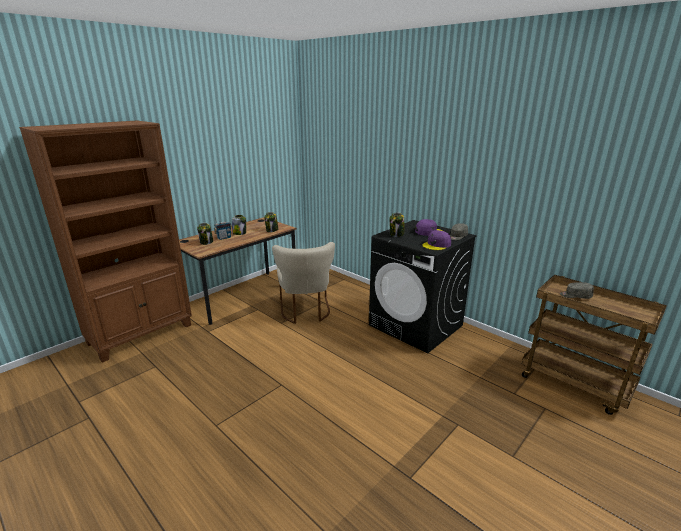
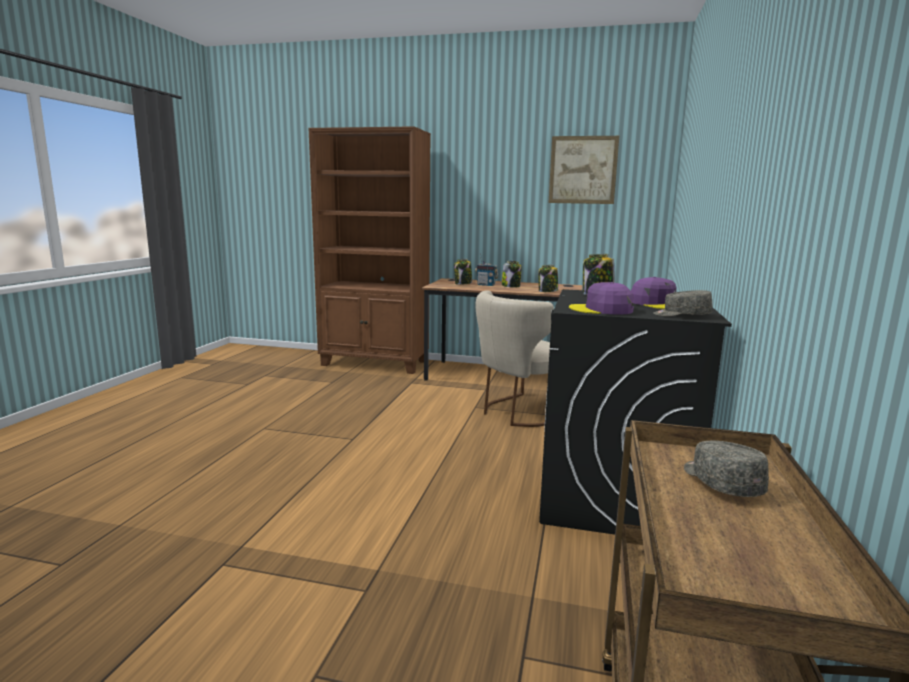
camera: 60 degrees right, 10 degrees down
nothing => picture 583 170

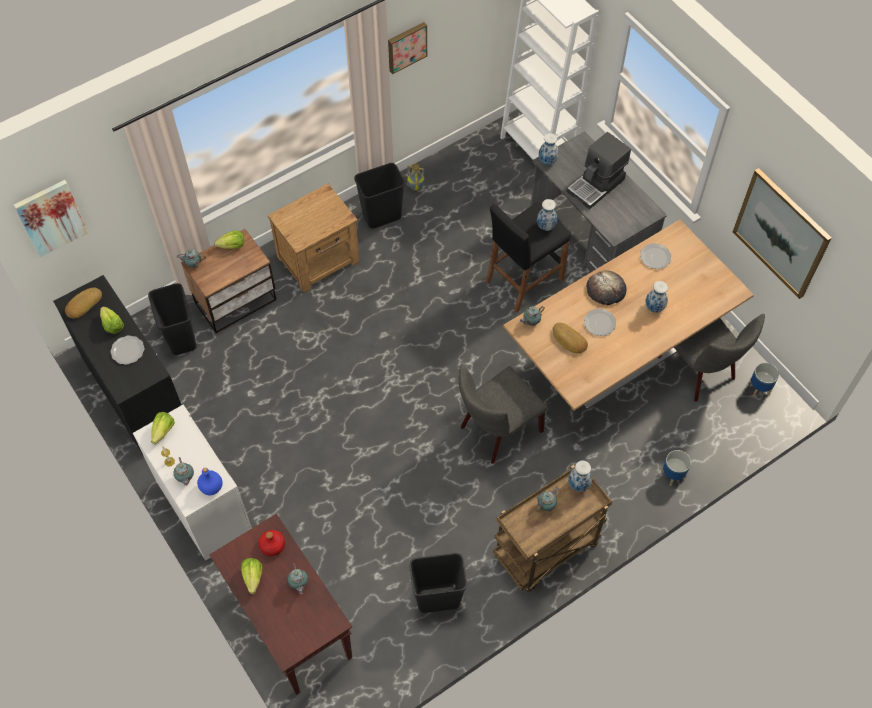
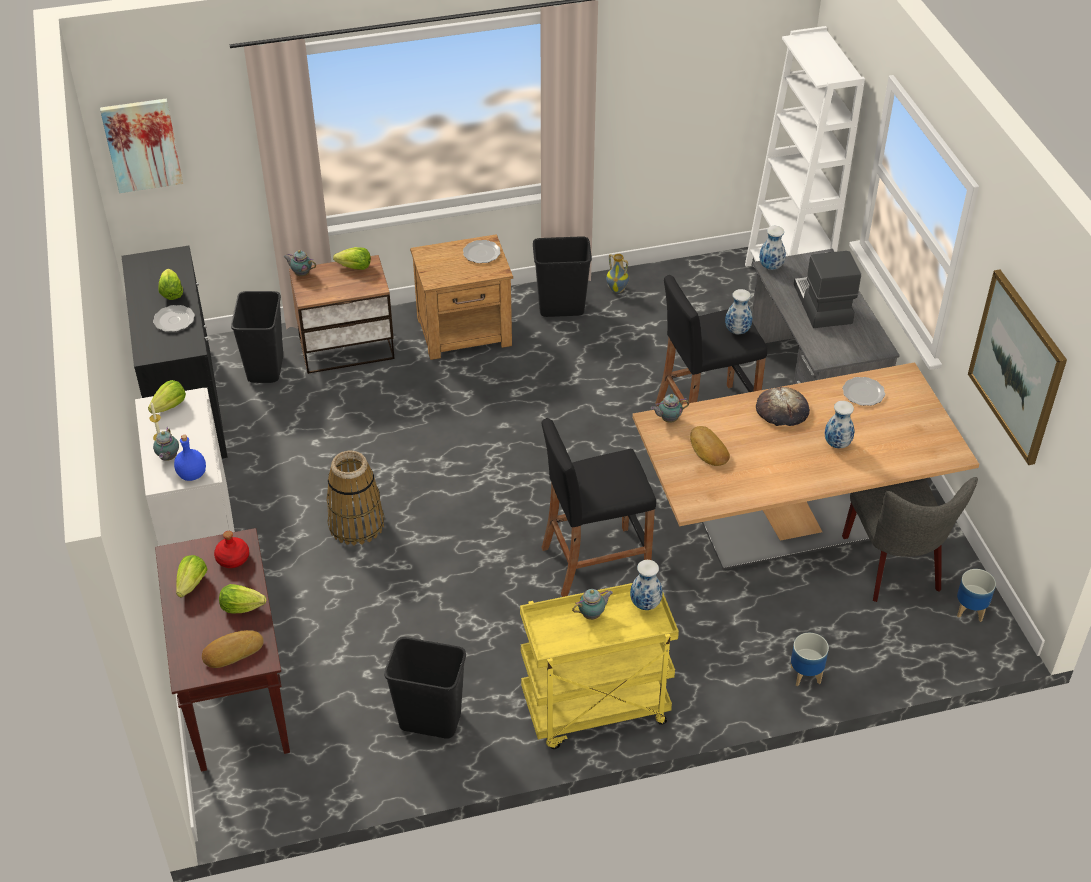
camera: 20 degrees right, 15 degrees down
picture 407 48 => nothing
nothing => storage basket 355 498
bread 83 303 => bread 233 649, move
plate 600 322 => plate 482 251, move
pot for tea 298 578 => lettuce head 242 599
grey upright chair 503 414 => black-coloured stool 598 507
brownish wheeled cart 552 528 => yellow wheeled cart 599 666
coffee machine 599 170 => coffee machine 827 289, 105 degrees clockwise

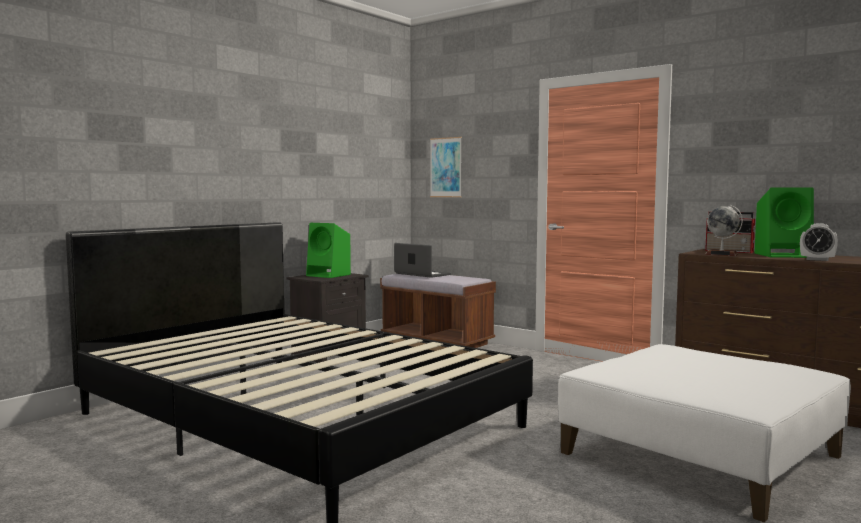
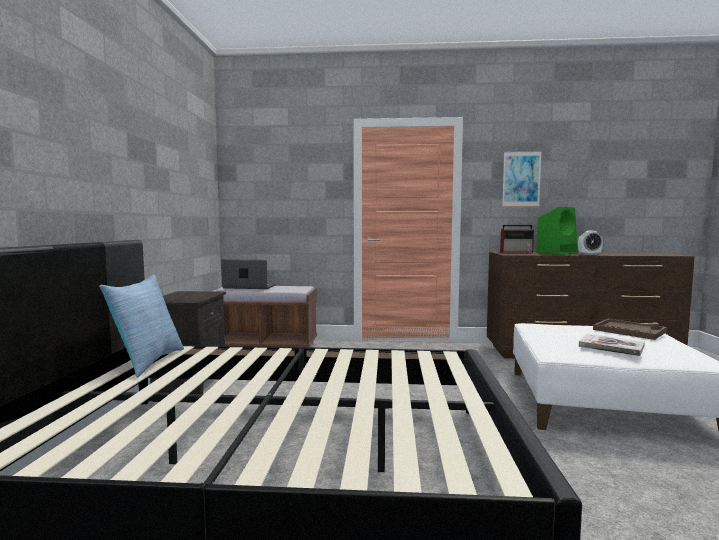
camera: 35 degrees left, 0 degrees up
greenish audio speaker 328 250 => nothing
world globe 724 230 => nothing
nothing => cushion 141 326
nothing => bound book 612 344
nothing => brownish tray 630 329
picture 446 167 => picture 522 179, move

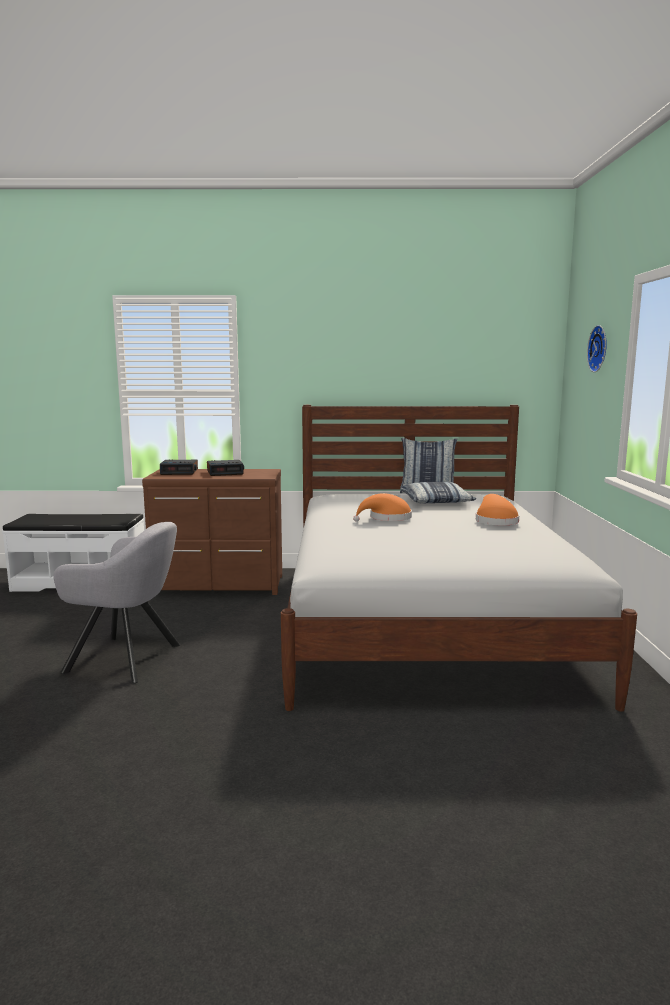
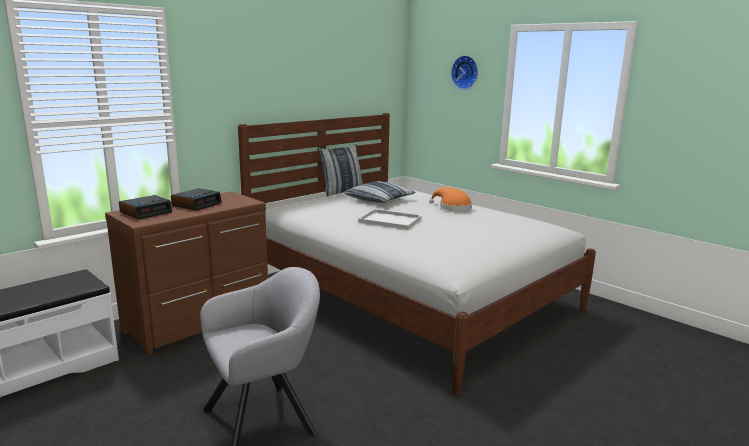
camera: 45 degrees left, 5 degrees up
orange hat 382 507 => white-coloured tray 390 219

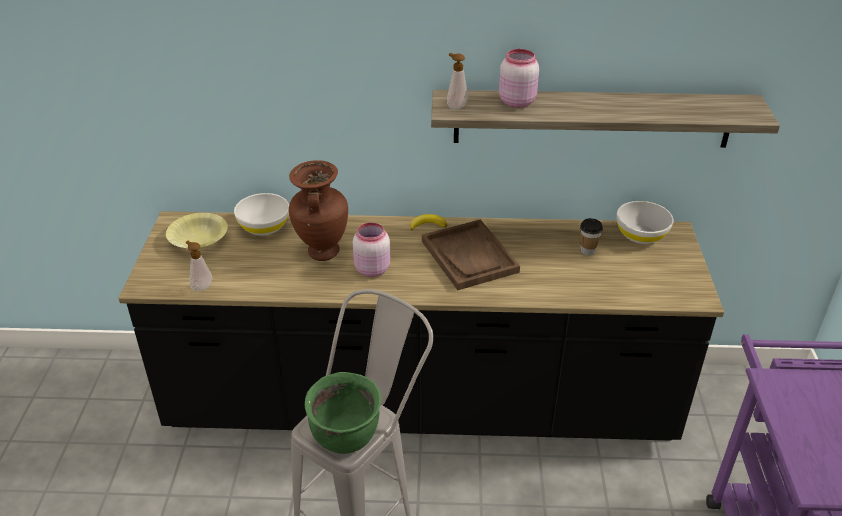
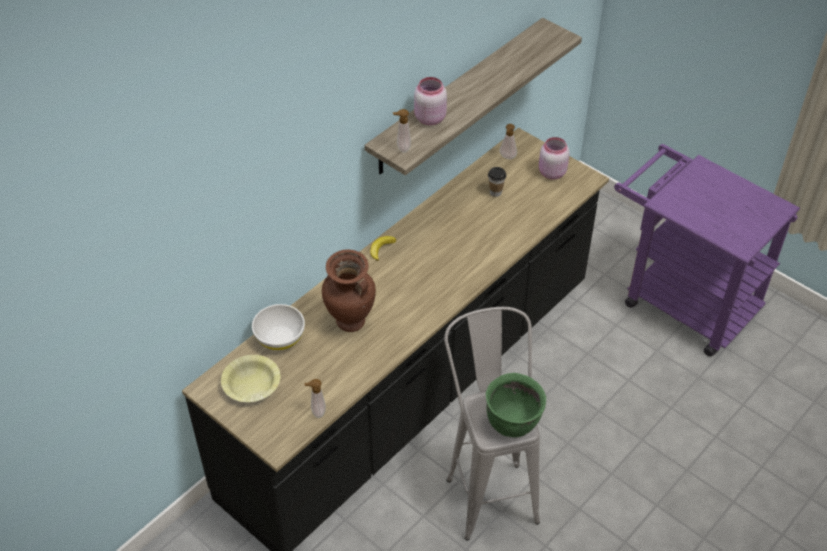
camera: 50 degrees left, 10 degrees up
brownish tray 471 254 => nothing
pink storage jar 372 249 => pink storage jar 554 158, move
white-coloured serving bowl 645 222 => soap dispenser 508 141

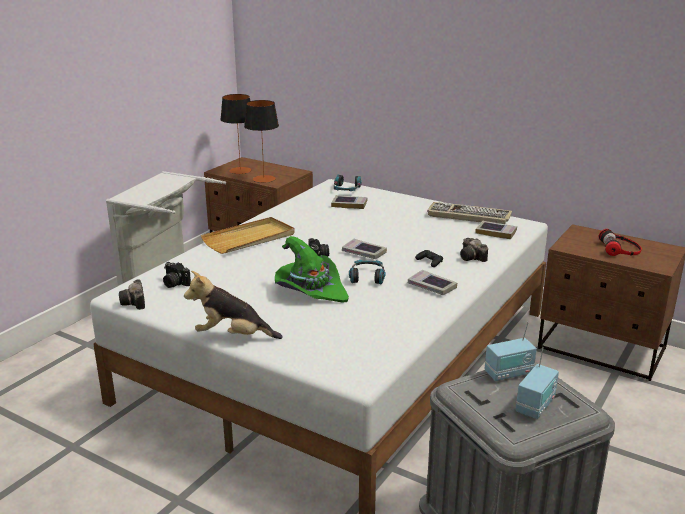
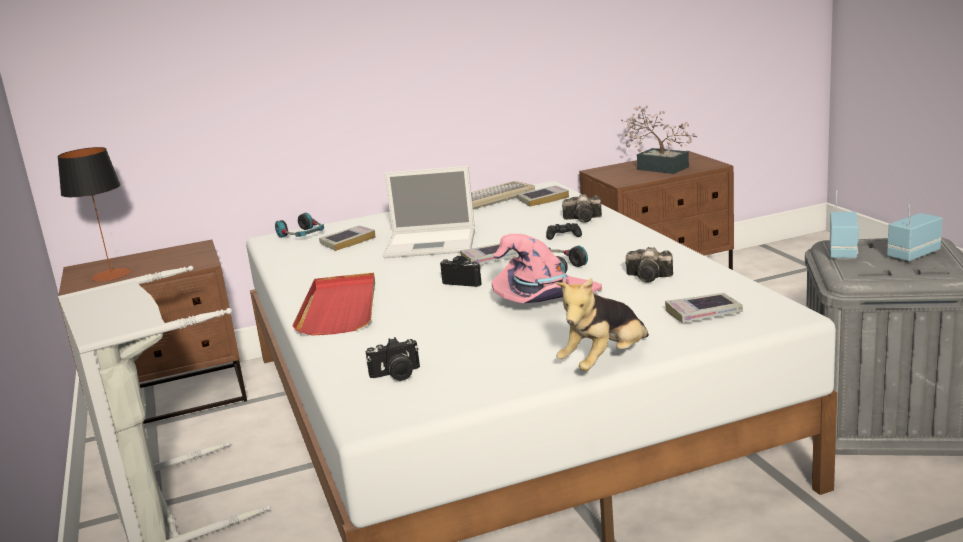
camera: 50 degrees left, 5 degrees down
lamp for a table 261 141 => nothing
nothing => portable computer 429 212
still camera 132 294 => still camera 649 265, move
bound book 432 282 => bound book 704 308, move
headphones 620 242 => potted plant 659 139
sand-coloured tray 248 235 => reddish tray 333 304
greenish hat 312 269 => pink hat 547 268
radio set 537 383 => radio set 915 233, 105 degrees counterclockwise

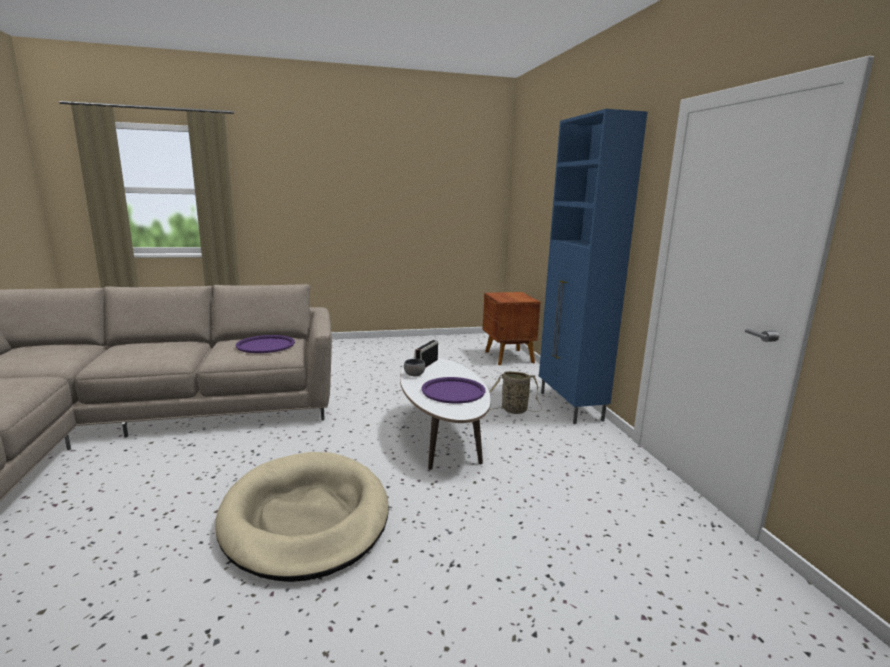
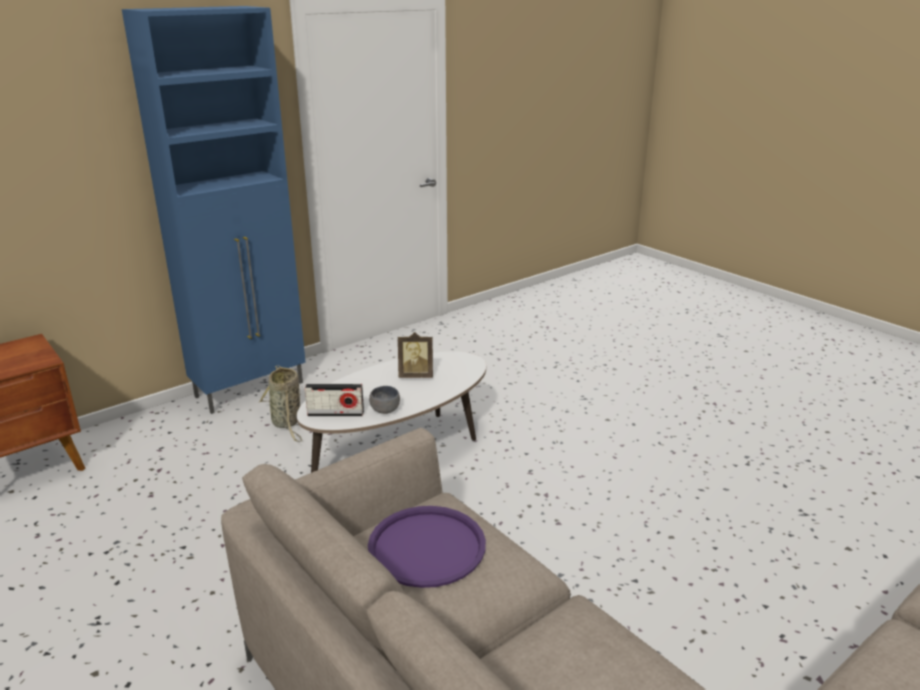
camera: 115 degrees left, 10 degrees up
sand-coloured pet bed 302 517 => nothing
purplish tray 453 390 => photo frame 415 355

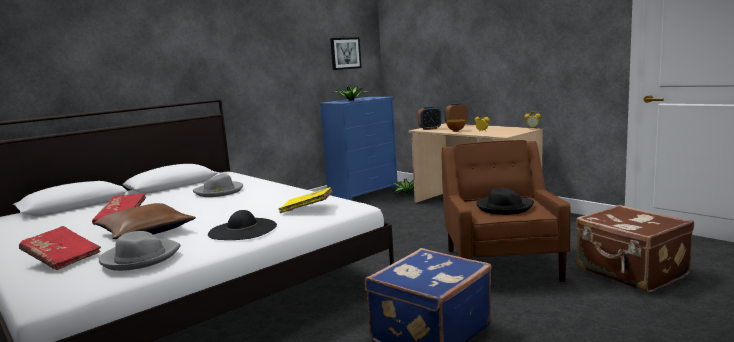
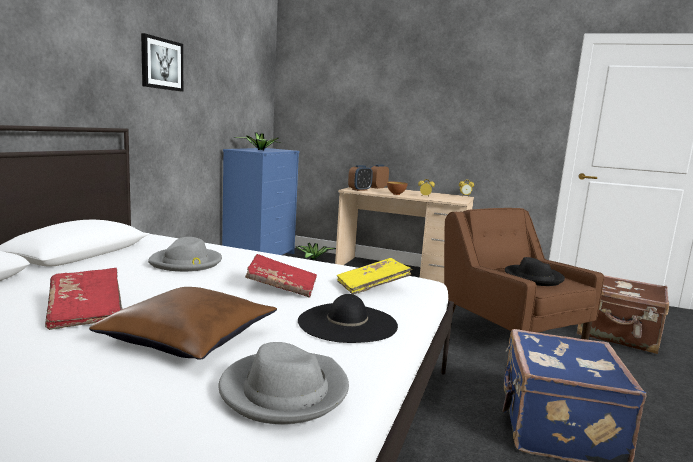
camera: 30 degrees left, 0 degrees up
reddish bound book 60 248 => reddish bound book 281 276, move
picture 346 53 => picture 162 62, move

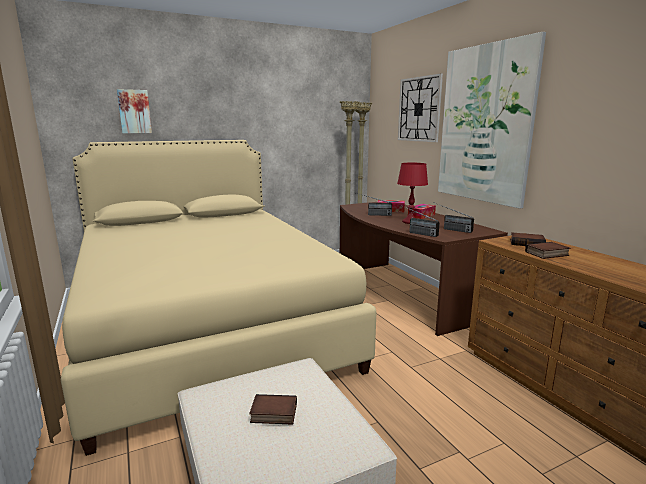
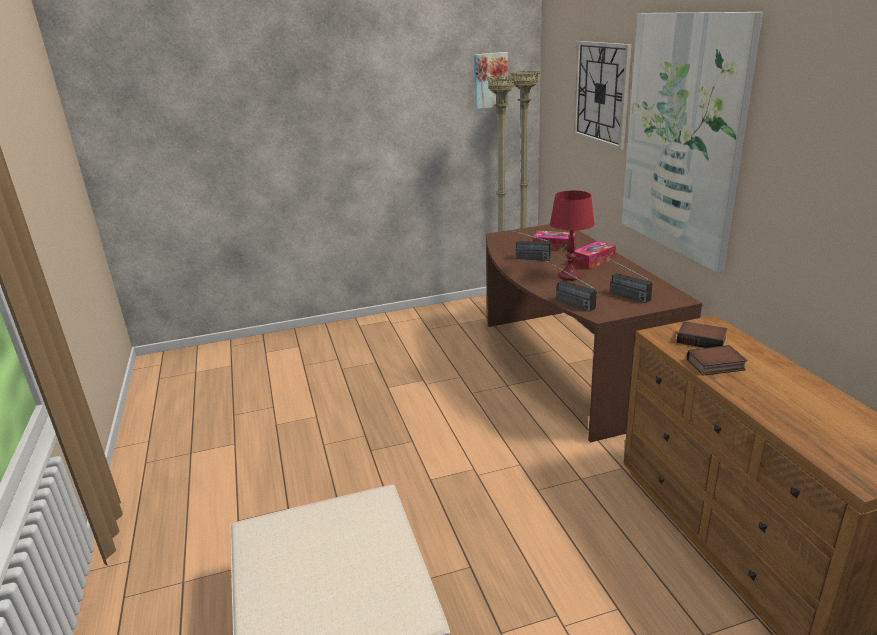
camera: 10 degrees right, 10 degrees up
sand-coloured bedroom bed 218 298 => nothing
bound book 273 409 => nothing
picture 134 111 => picture 491 80, move

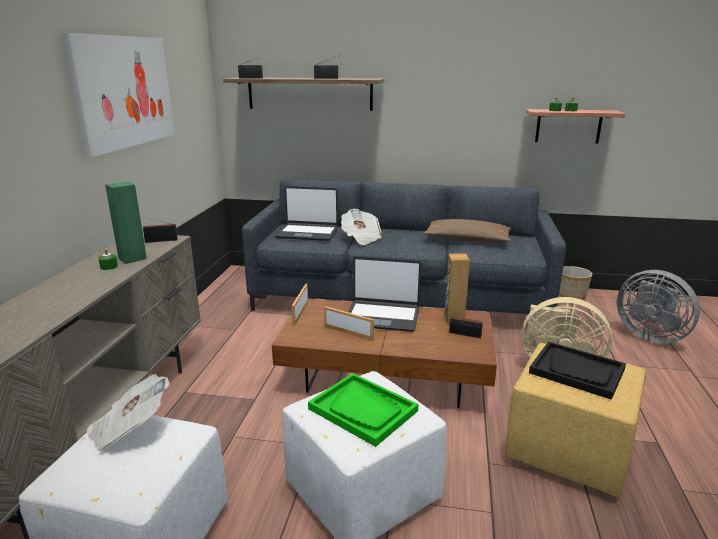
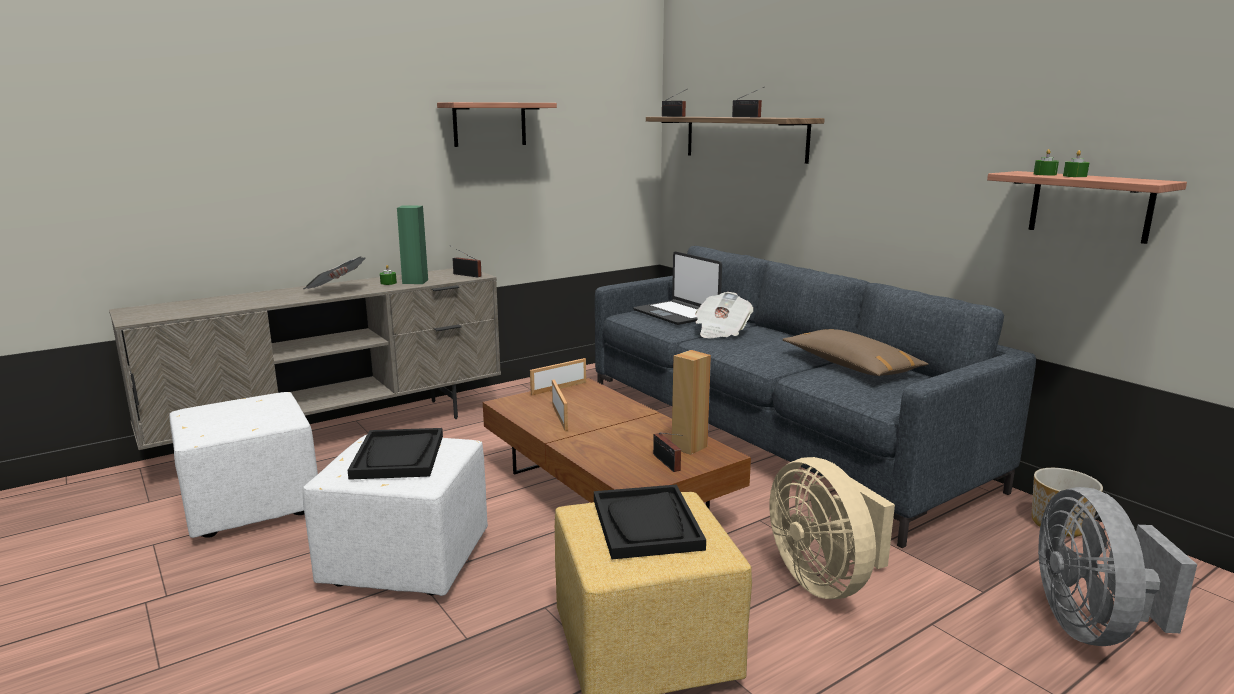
camera: 45 degrees right, 5 degrees down
portable computer 385 294 => nothing
daily paper 127 412 => daily paper 334 272, move
picture 118 95 => shelf 497 124
greenish tray 363 410 => black-coloured tray 395 454

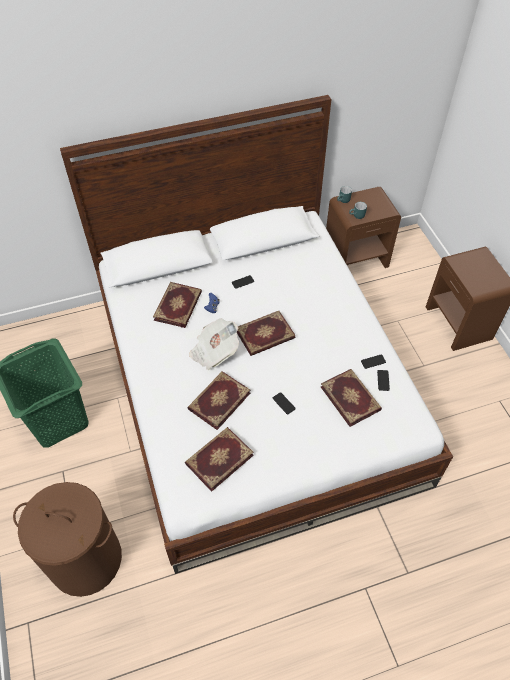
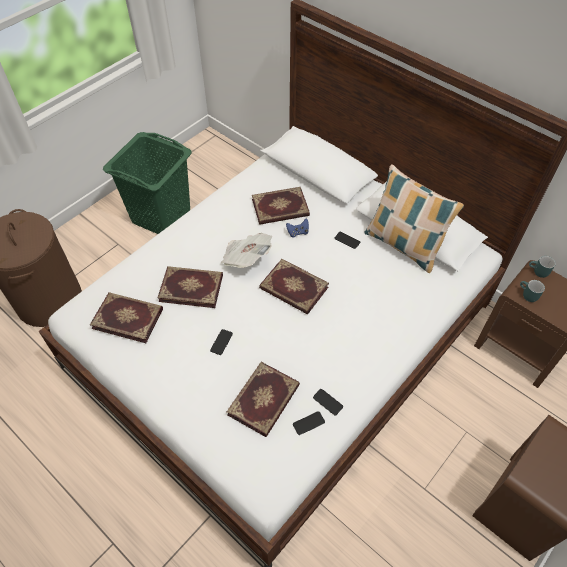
camera: 60 degrees right, 0 degrees up
nothing => cushion 414 218

